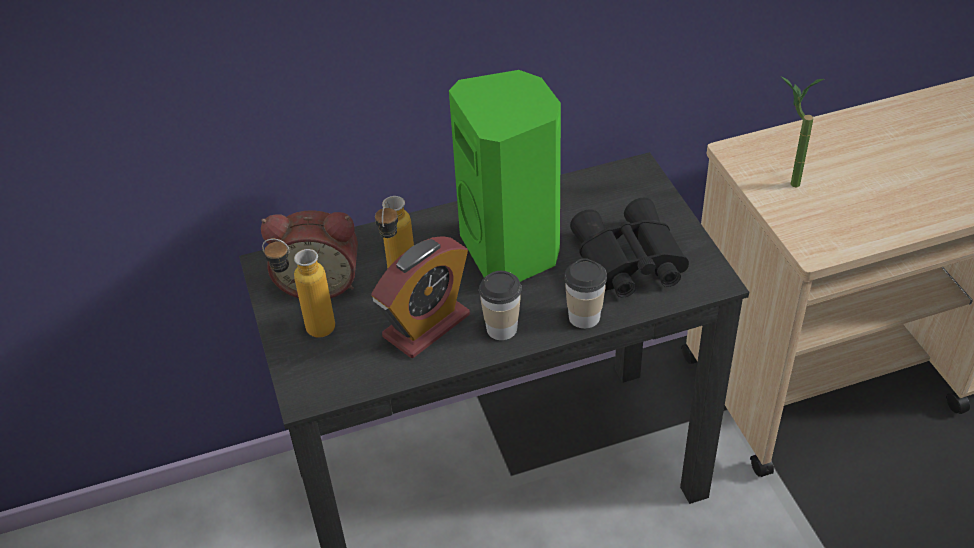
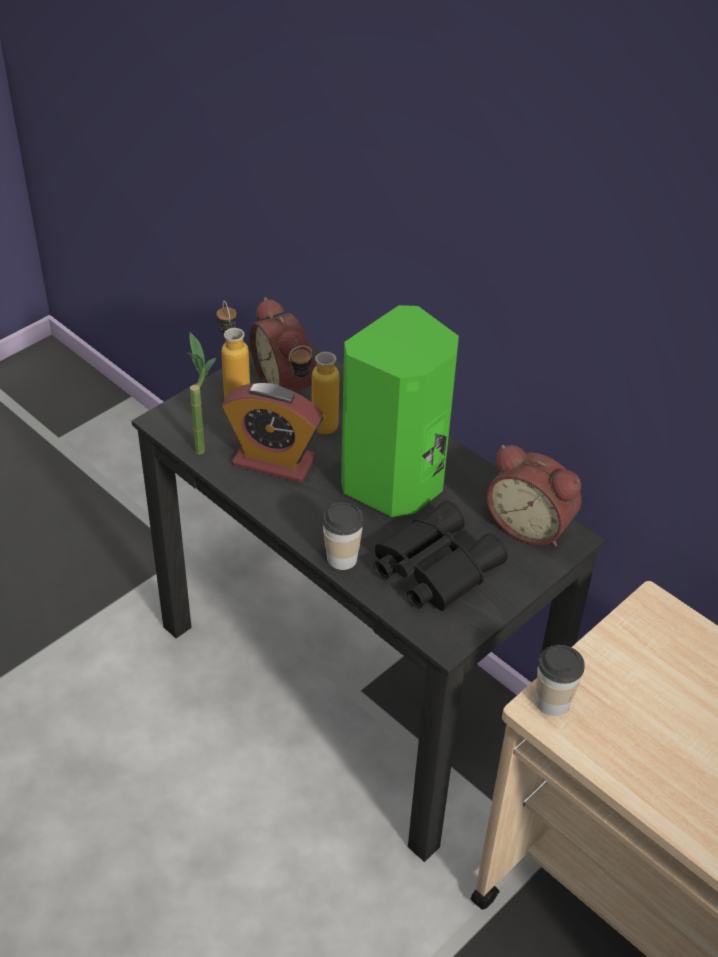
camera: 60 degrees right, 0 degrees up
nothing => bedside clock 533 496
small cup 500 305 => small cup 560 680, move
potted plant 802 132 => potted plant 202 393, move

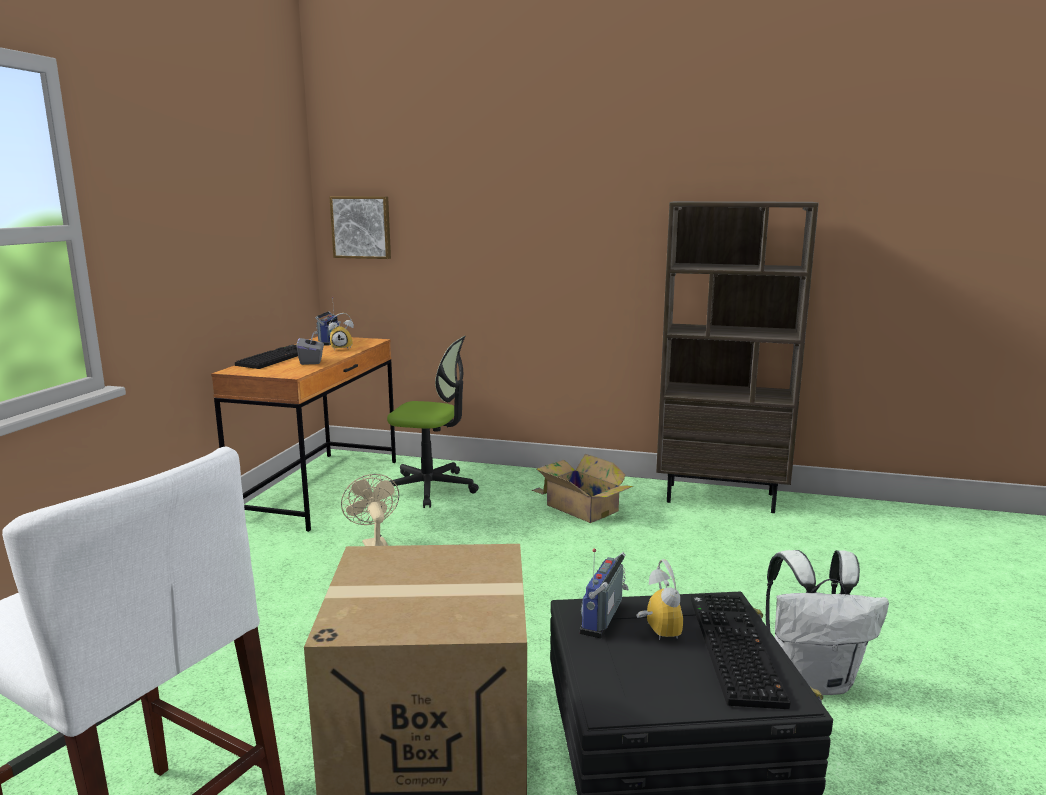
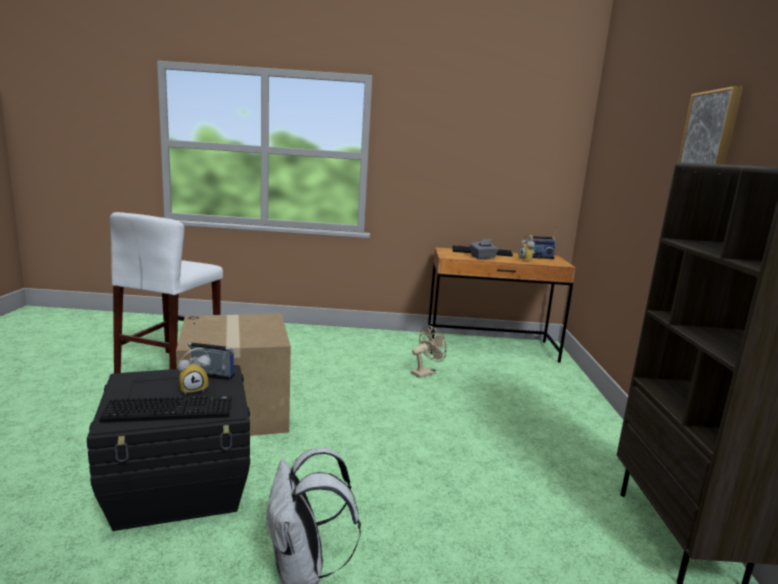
camera: 75 degrees right, 0 degrees up
desk chair 433 422 => nothing
packing box 582 488 => nothing
picture 360 227 => picture 710 125, move

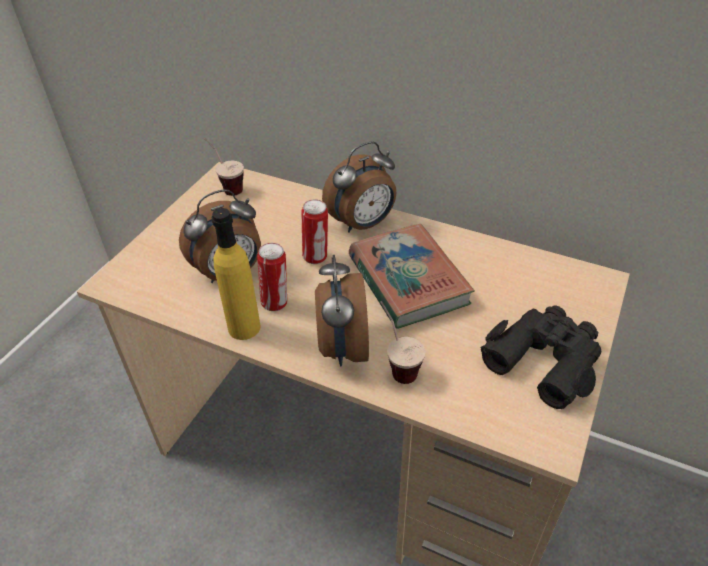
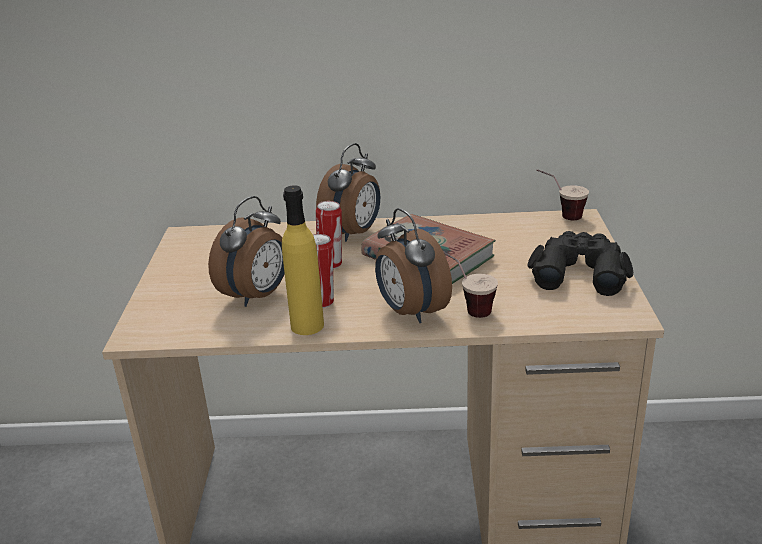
camera: 25 degrees left, 15 degrees down
small cup 224 167 => small cup 562 194, move

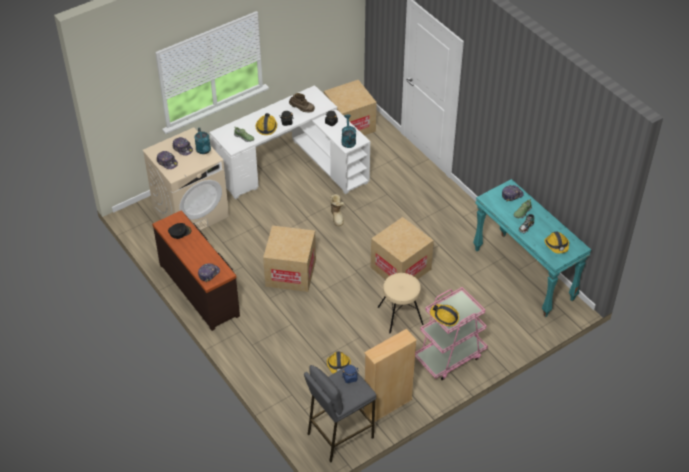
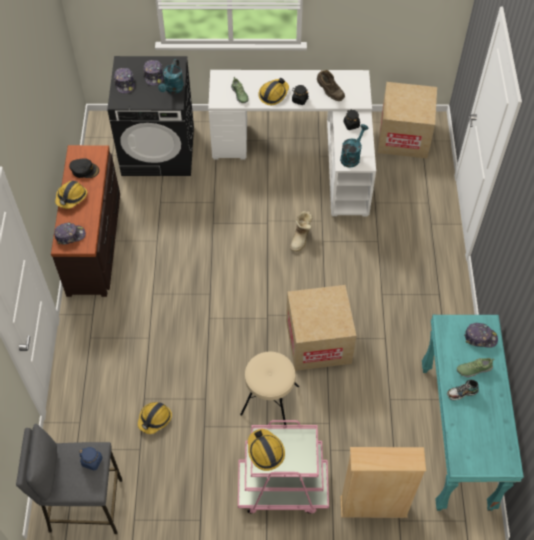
camera: 35 degrees right, 10 degrees up
packing box 289 258 => nothing
sand-coloured bookcase 390 375 => sand-coloured bookcase 383 482, move
safety helmet 556 242 => safety helmet 71 195, move
sand-coloured laundry machine 185 179 => black-coloured laundry machine 150 116

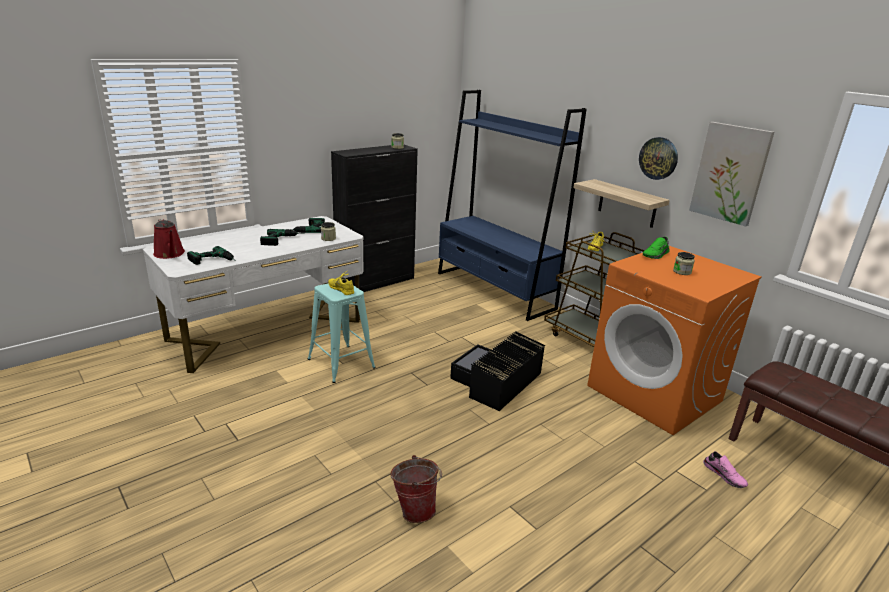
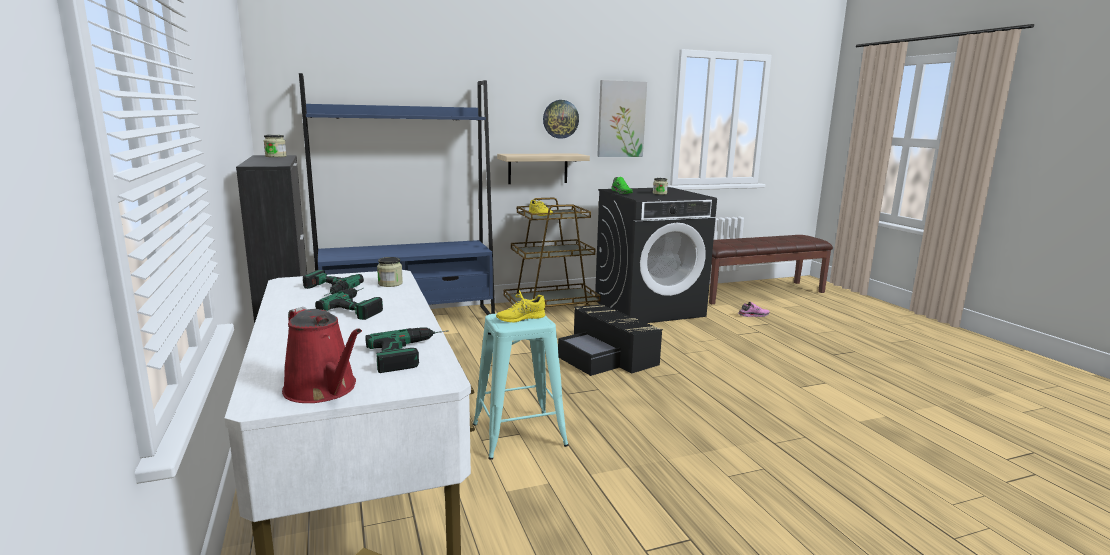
camera: 70 degrees left, 10 degrees down
pail 416 489 => nothing
orange laundry machine 674 340 => black-coloured laundry machine 656 255
reddish sprinkling can 169 239 => reddish sprinkling can 322 355, 60 degrees clockwise

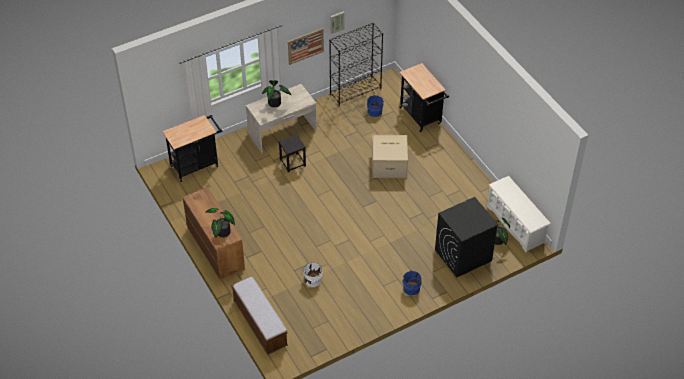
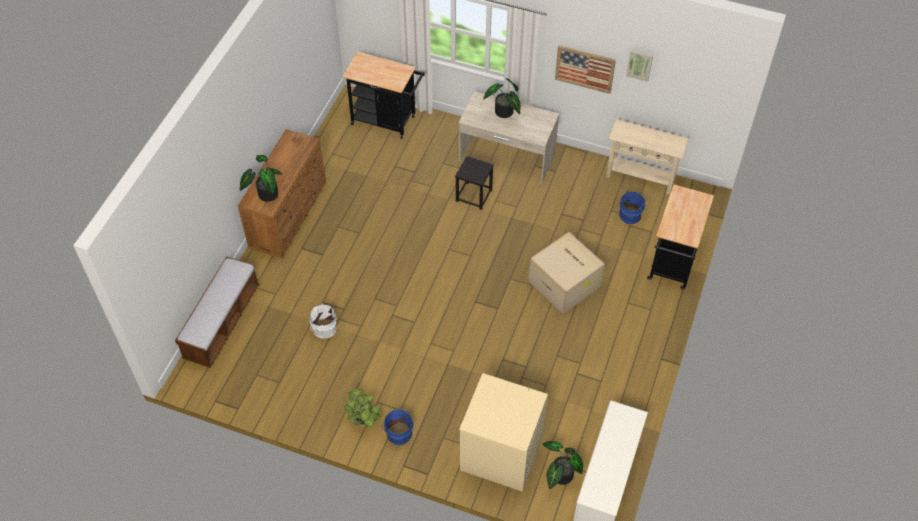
camera: 50 degrees right, 5 degrees up
nothing => potted plant 363 407
black-coloured bookcase 356 64 => sand-coloured hall table 647 157
black-coloured laundry machine 466 237 => sand-coloured laundry machine 503 432

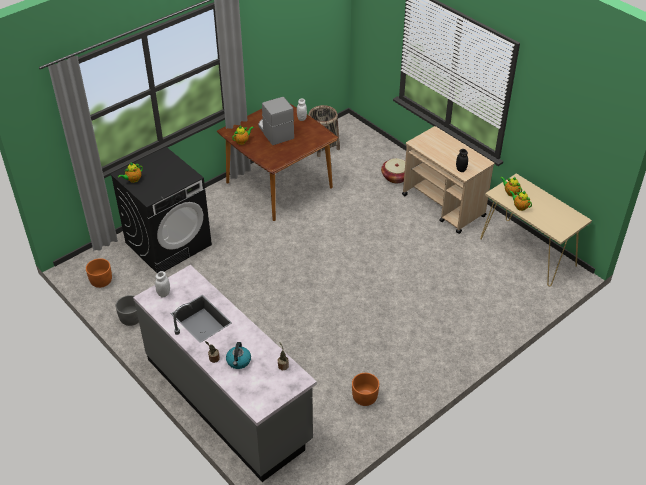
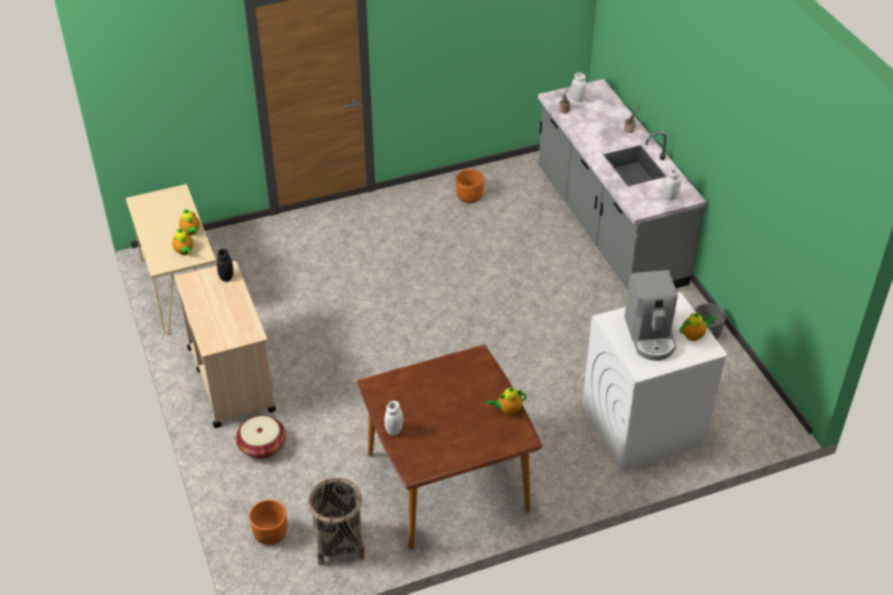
camera: 160 degrees left, 0 degrees up
kettle 238 355 => nothing
nothing => white-coloured storage jar 579 87
orange plant pot 99 273 => orange plant pot 268 522, move
coffee machine 276 121 => coffee machine 651 315, move
black-coloured laundry machine 161 210 => white-coloured laundry machine 655 381

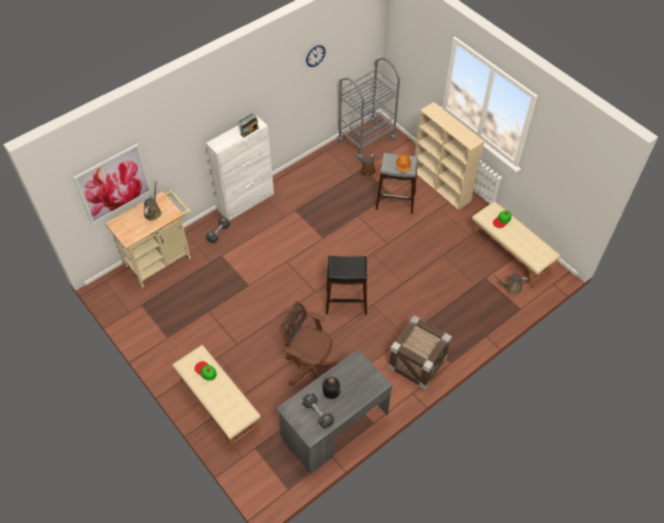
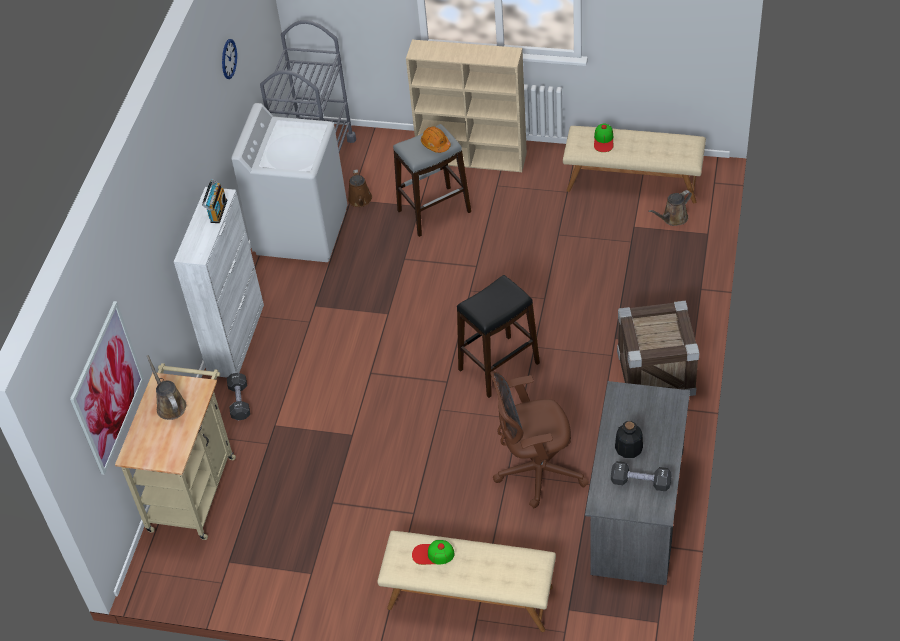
camera: 35 degrees left, 5 degrees down
nothing => white-coloured laundry machine 289 182

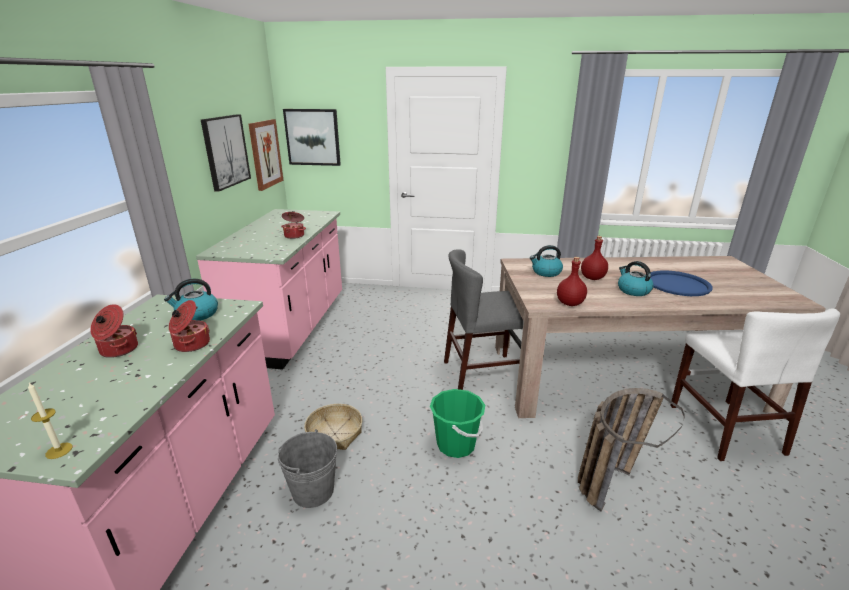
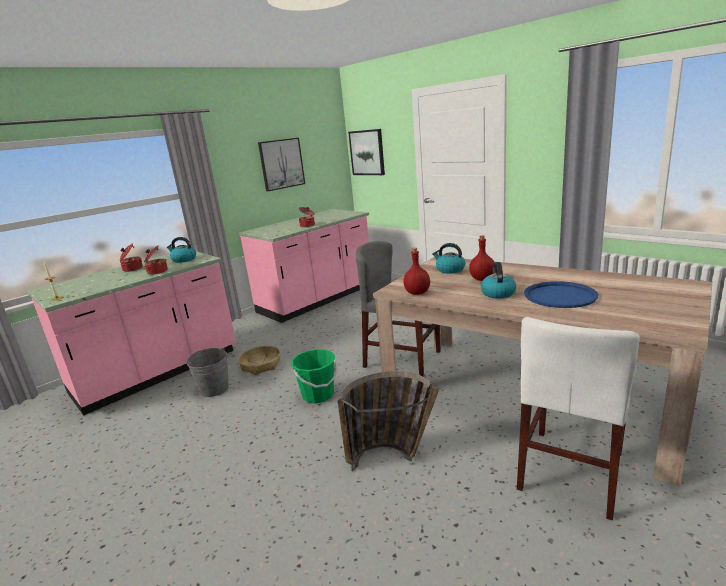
camera: 40 degrees right, 5 degrees down
picture 265 155 => nothing

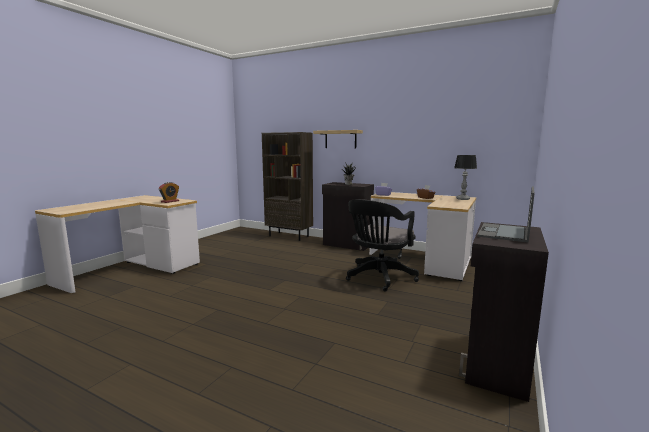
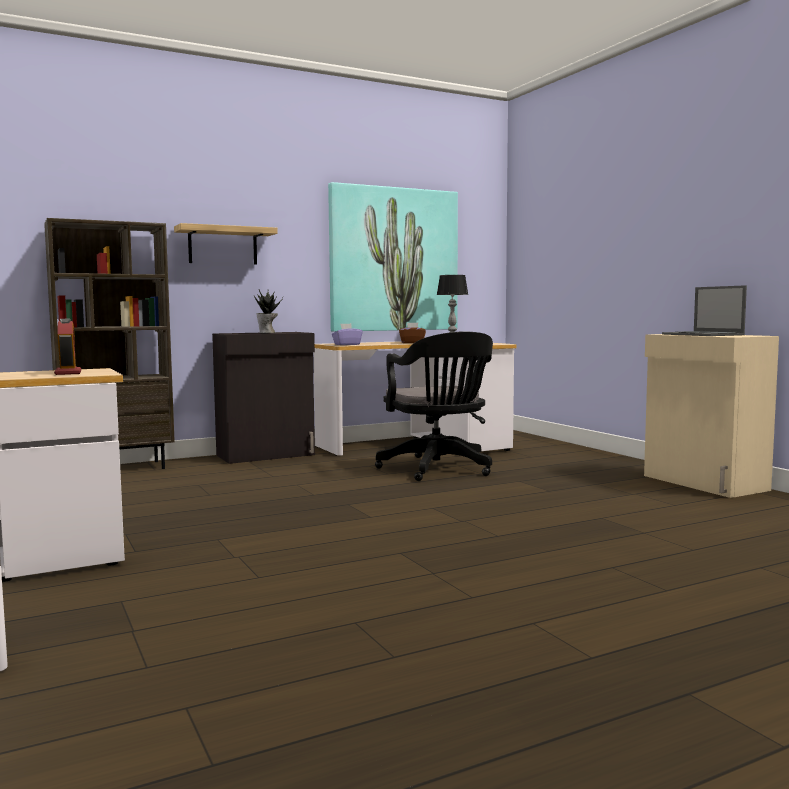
camera: 55 degrees left, 5 degrees down
nothing => picture 393 257
black-coloured storage cabinet 504 312 => sand-coloured storage cabinet 711 416

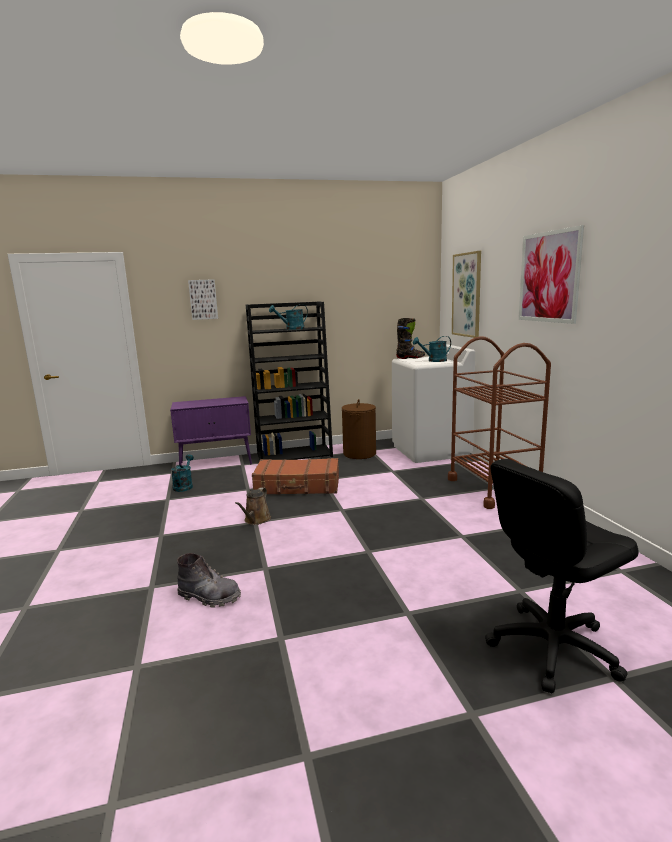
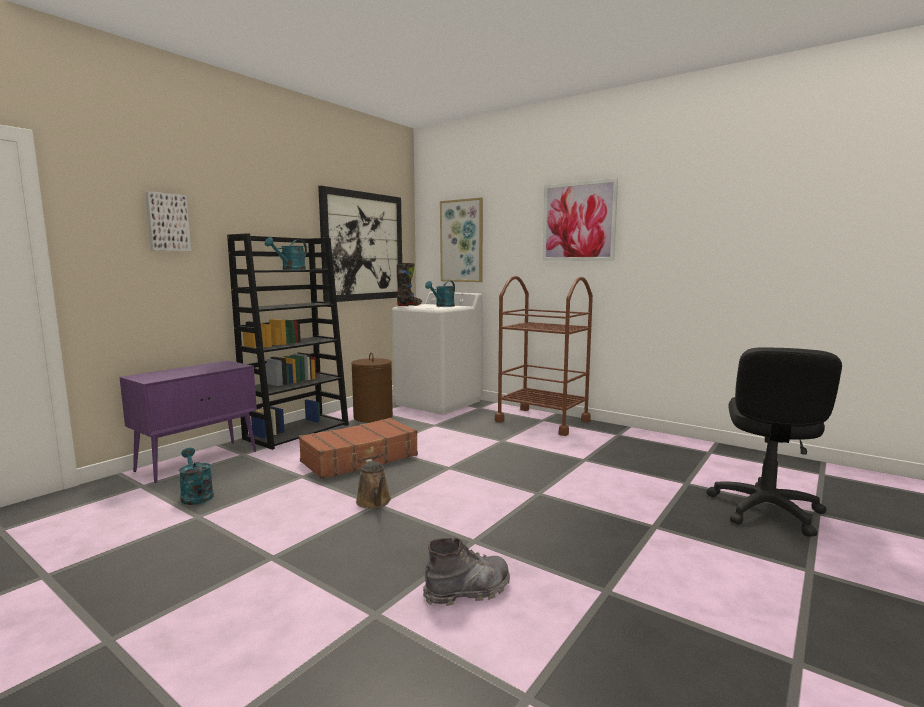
camera: 40 degrees left, 5 degrees down
nothing => picture 360 244

